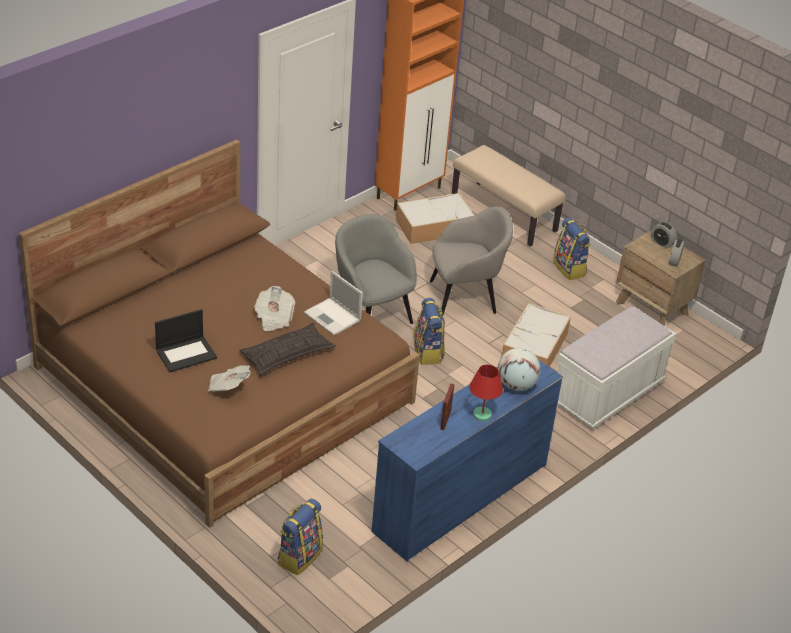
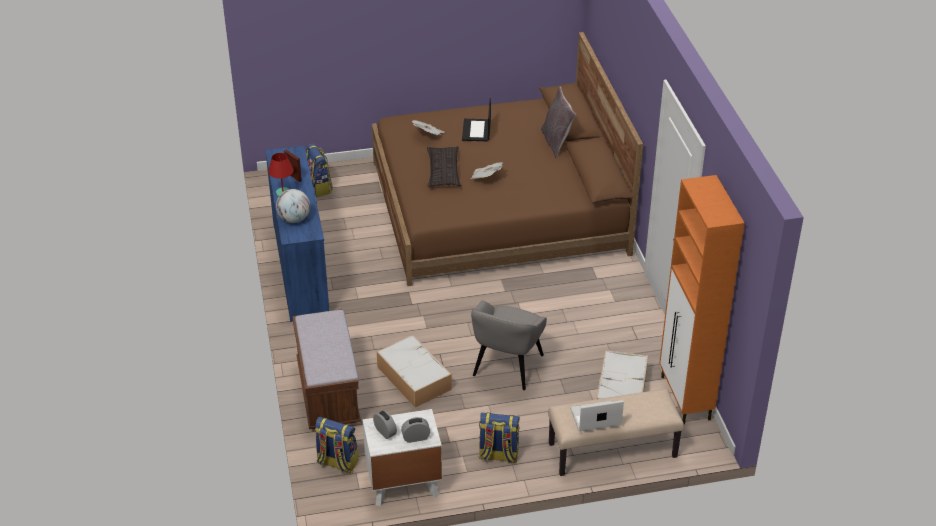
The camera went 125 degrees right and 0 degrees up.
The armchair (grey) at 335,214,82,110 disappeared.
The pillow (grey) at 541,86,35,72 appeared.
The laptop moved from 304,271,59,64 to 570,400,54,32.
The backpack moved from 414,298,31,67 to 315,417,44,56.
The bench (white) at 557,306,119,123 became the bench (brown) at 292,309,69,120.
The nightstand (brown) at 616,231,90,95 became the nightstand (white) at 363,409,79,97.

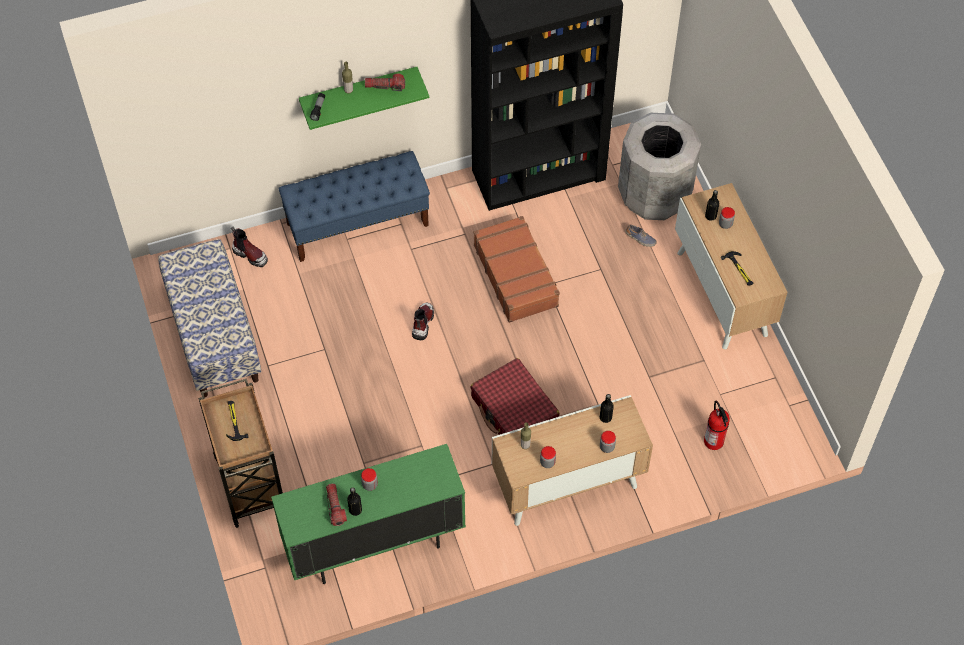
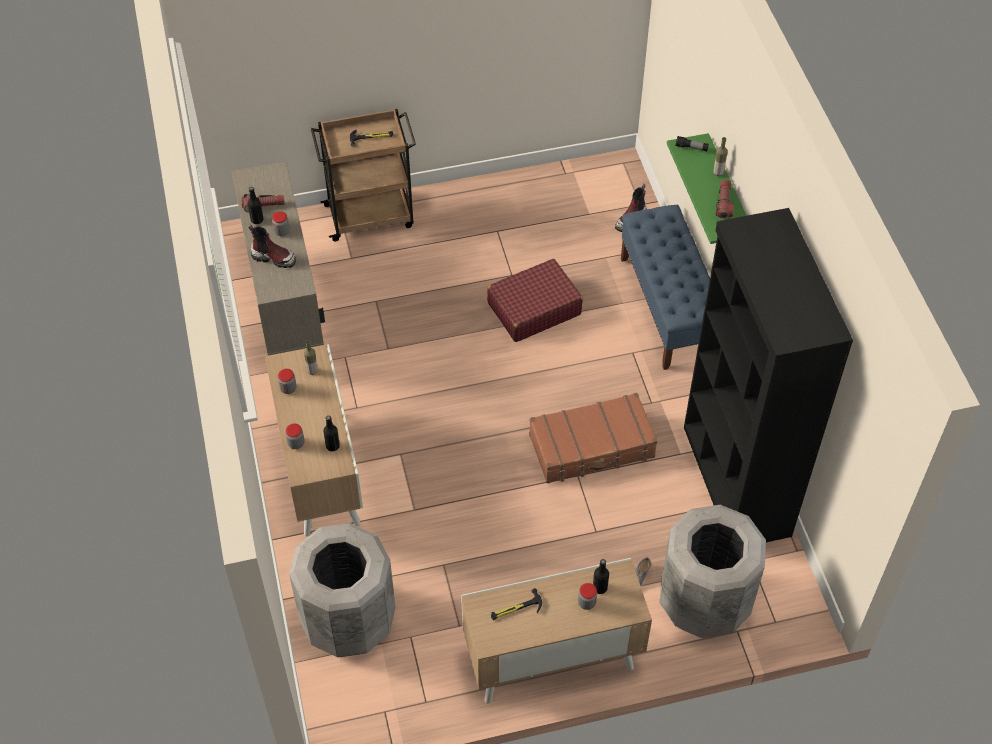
The camera went 95 degrees right and 5 degrees down.
The bench at 158,239,104,158 disappeared.
The boot moved from 412,303,22,37 to 248,225,48,43.
The suitcase (red) moved from 470,358,90,77 to 487,259,96,83.
The fire extinguisher at 704,401,26,49 was replaced by the trash can (grey) at 289,523,107,134.
The cabinet (green) at 271,444,195,140 became the cabinet (beige) at 231,161,94,195.

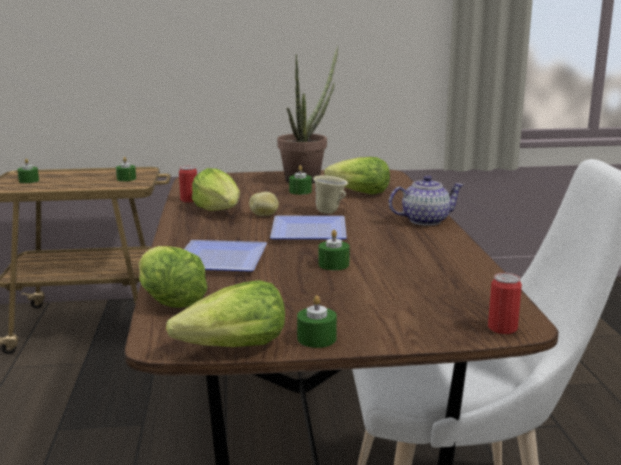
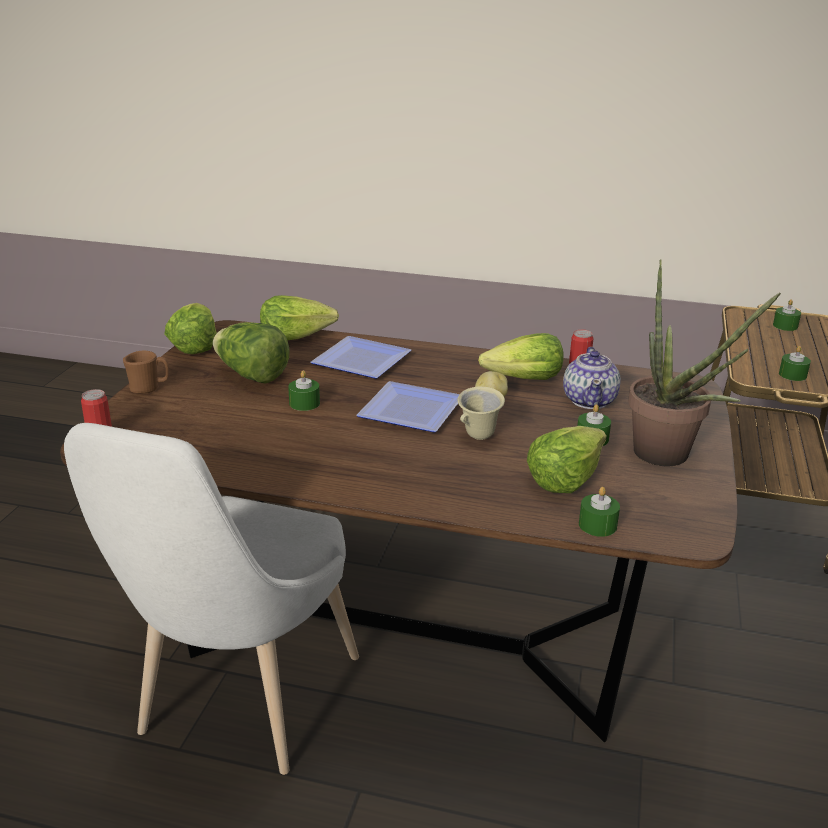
The camera went 110 degrees right and 10 degrees up.
The mug (brown) at 123,351,46,43 appeared.
The lettuce at 213,322,77,62 appeared.
The candle (green) moved from 297,295,40,53 to 579,487,41,50.
The teapot moved from 389,175,75,51 to 563,347,58,62.

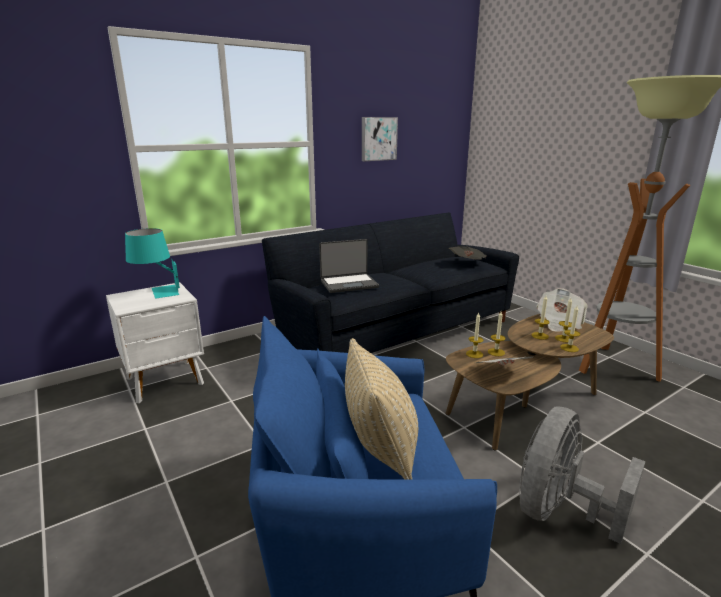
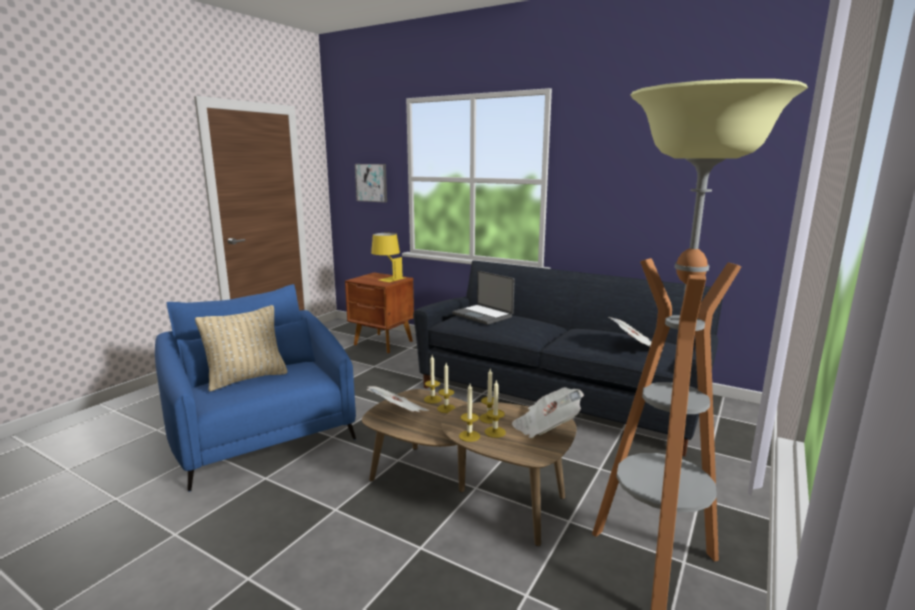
The camera went 65 degrees right and 5 degrees down.
The fan (grey) at 519,406,127,138 disappeared.
The picture moved from 362,117,36,44 to 355,164,32,39.
The nightstand (white) at 106,282,98,121 became the nightstand (brown) at 345,272,69,81.
The table lamp (turquoise) at 125,228,55,71 became the table lamp (yellow) at 371,233,34,49.

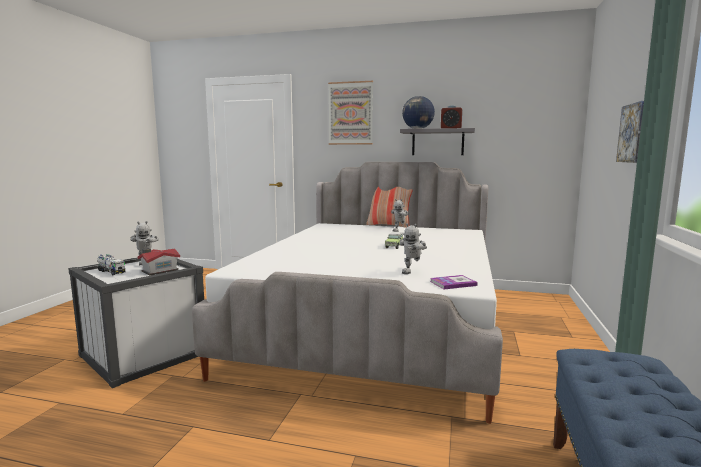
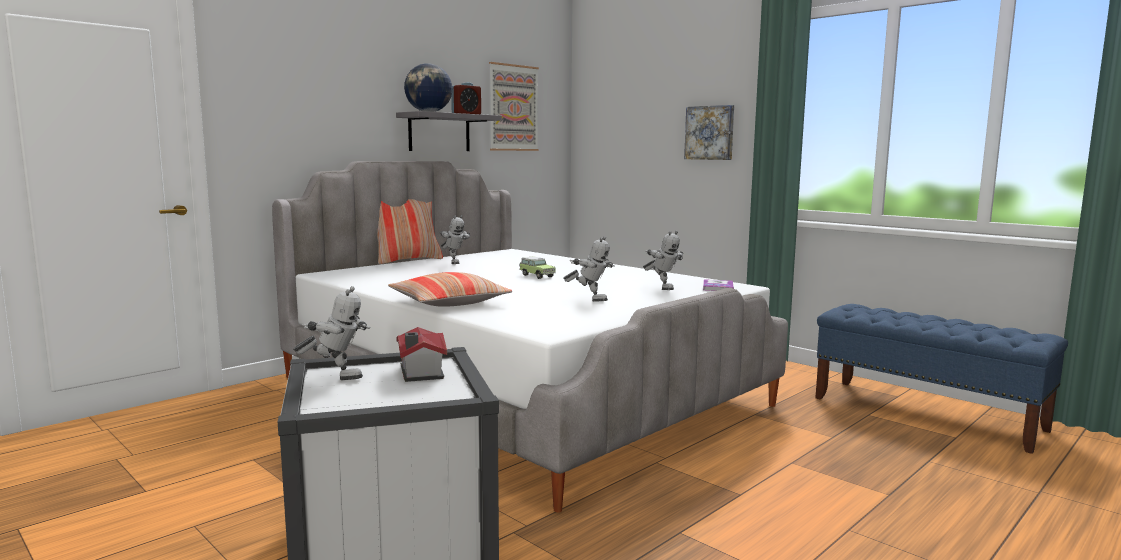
The camera went 60 degrees left and 0 degrees up.
The toy truck at 97,254,28,21 disappeared.
The pillow at 388,272,124,35 appeared.
The toy robot at 563,236,52,66 appeared.
The picture moved from 328,81,45,64 to 489,62,50,89.

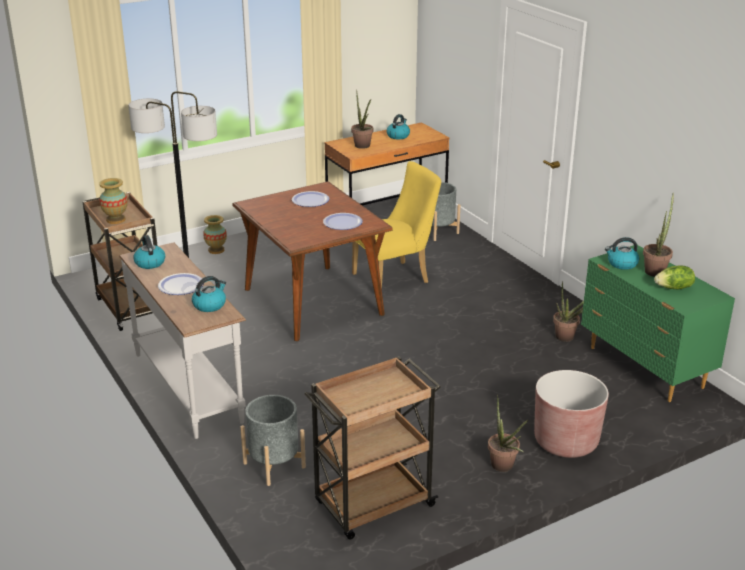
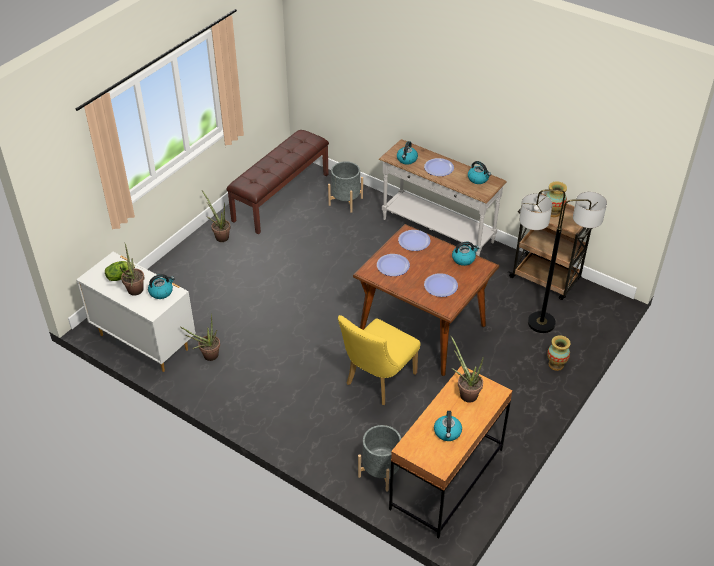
The camera went 155 degrees right and 15 degrees up.
The planter (brown) at 534,370,75,88 disappeared.
The plate at 398,230,32,21 appeared.
The kettle at 452,242,27,24 appeared.
The cart (brown) at 304,356,137,184 was replaced by the bench (brown) at 226,130,103,104.
The dresser (green) at 581,245,154,157 became the dresser (white) at 76,252,120,120.

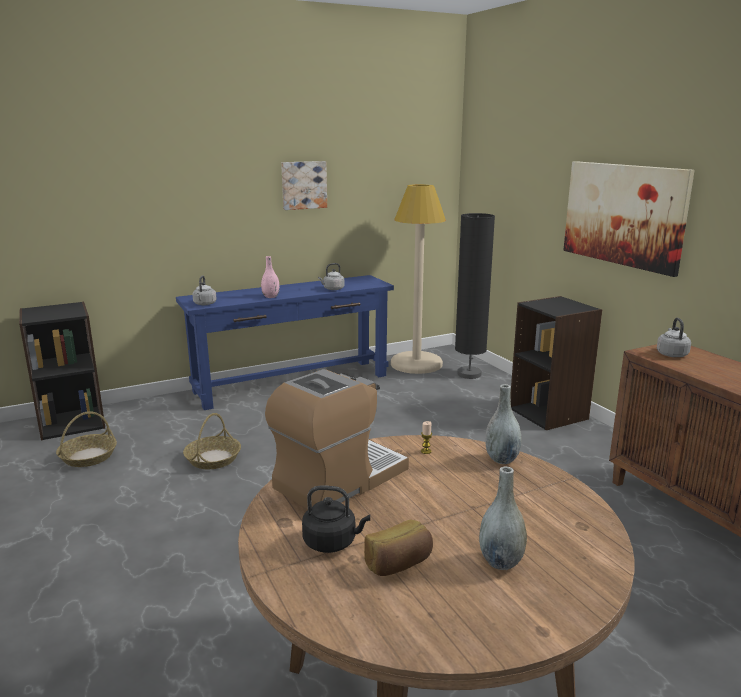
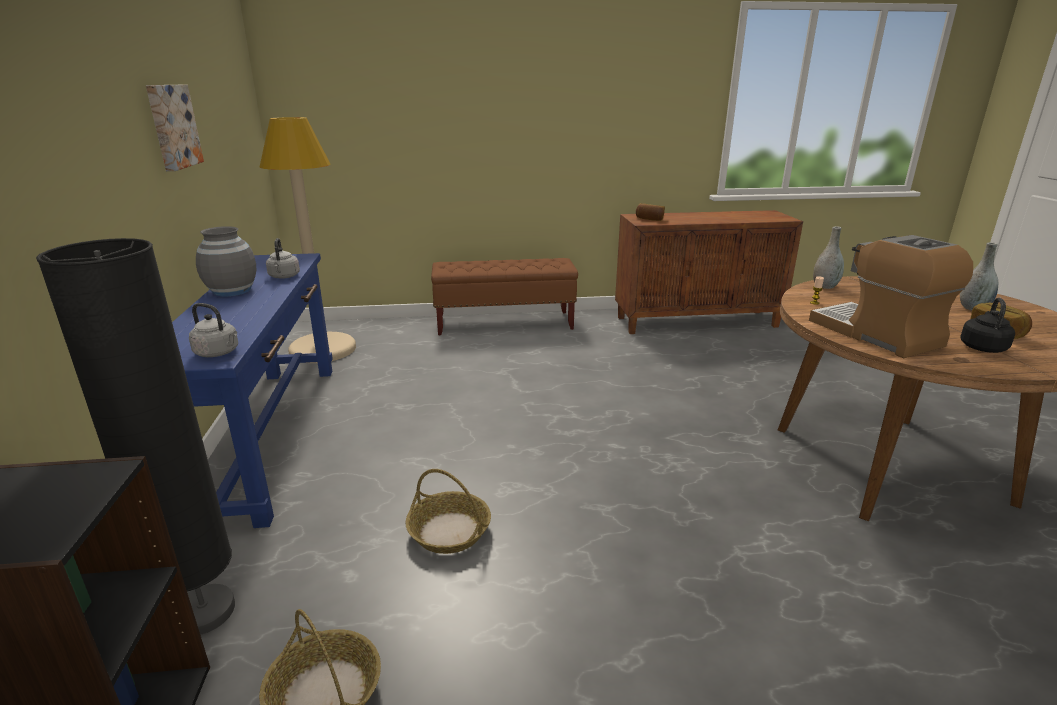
The camera went 70 degrees left and 5 degrees up.
The vase (pink) at 261,256,19,42 disappeared.
The picture at 563,161,132,116 disappeared.
The vase (grey) at 196,226,60,70 appeared.
The floor lamp (black) moved from 455,213,40,166 to 36,238,199,397.
The bookcase (black) at 510,296,92,134 was replaced by the bench (brown) at 431,258,147,78.
The kettle (grey) at 657,318,34,39 was replaced by the bread at 636,203,29,18.

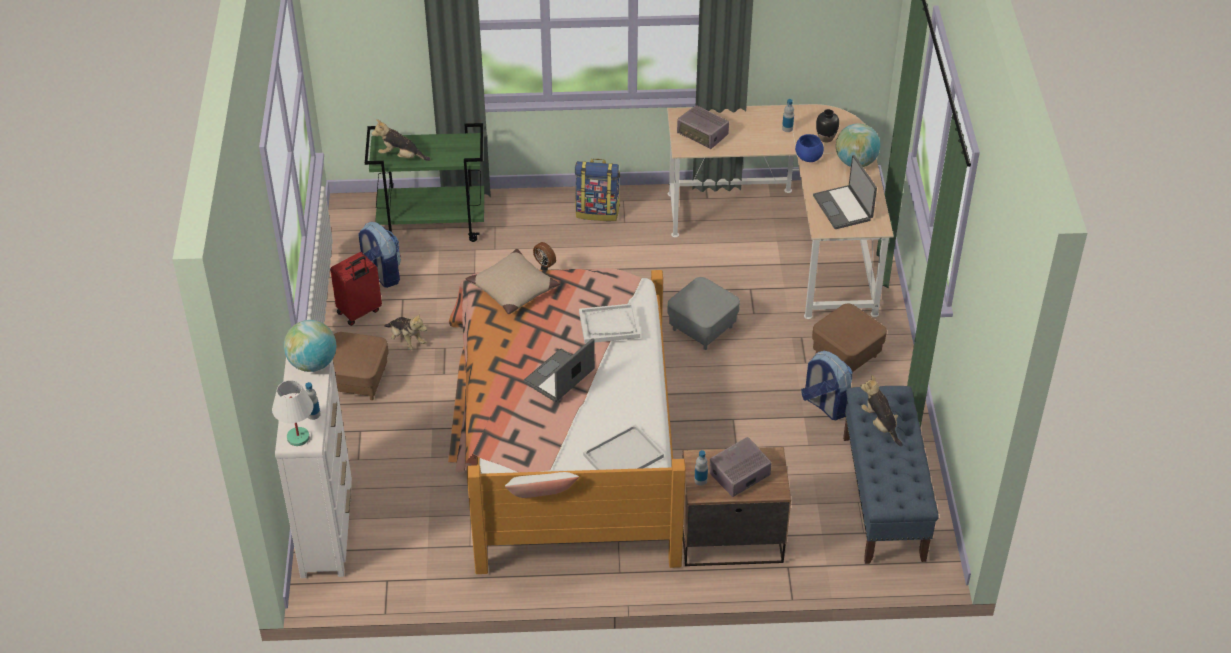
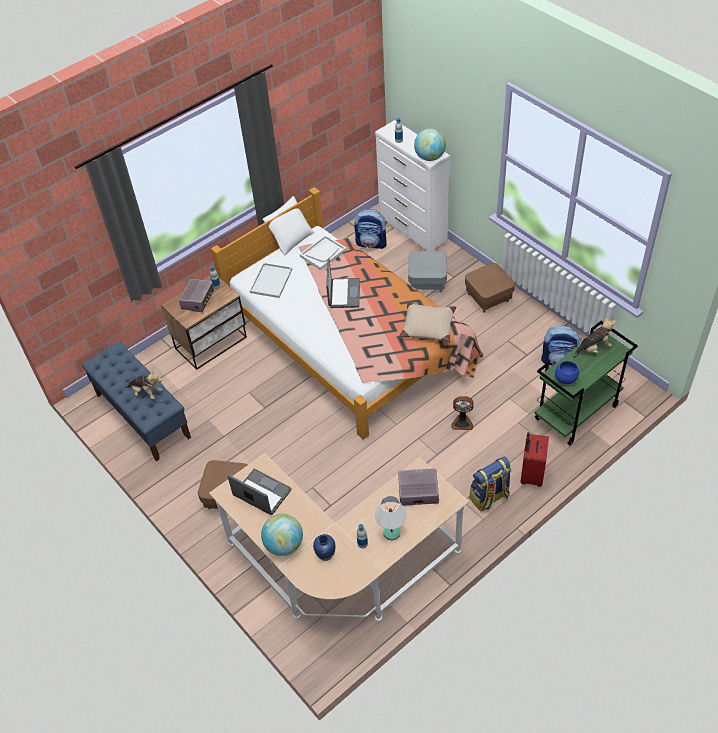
The camera went 145 degrees right and 5 degrees up.
The plush toy at 384,313,43,37 disappeared.
The table lamp (white) moved from 272,380,41,66 to 375,496,32,44.
The suitcase (red) moved from 330,252,52,74 to 520,432,29,55.
The tray (white) moved from 579,303,61,41 to 300,235,46,35.
The ottoman (grey) moved from 667,277,73,73 to 408,251,39,41.
The bowl (blue) moved from 795,134,29,28 to 555,361,24,23.
The backpack moved from 801,351,52,69 to 354,209,33,40.
The vase (black) at 816,109,23,33 became the vase (blue) at 313,534,23,27.

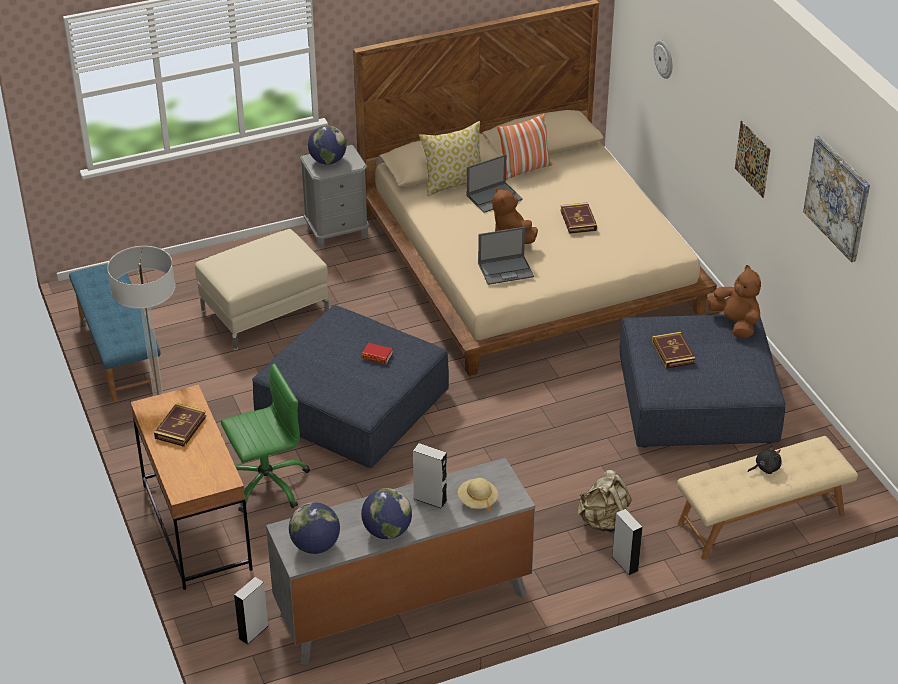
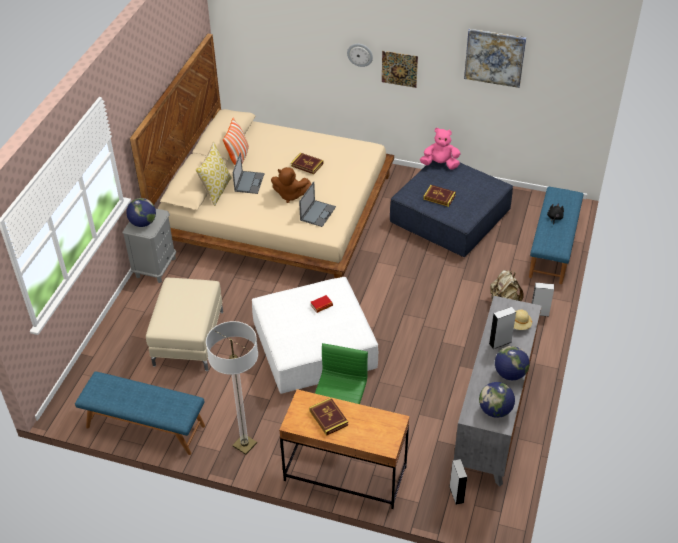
The camera went 50 degrees left and 5 degrees up.
The wall clock moved from 653,40,19,39 to 347,44,26,23.
The ottoman (blue) at 252,305,197,163 became the ottoman (white) at 252,277,126,117.
The bench (beige) at 677,436,181,123 became the bench (blue) at 529,187,55,97.
The plush toy (brown) at 707,265,54,73 became the plush toy (pink) at 420,128,40,42.

